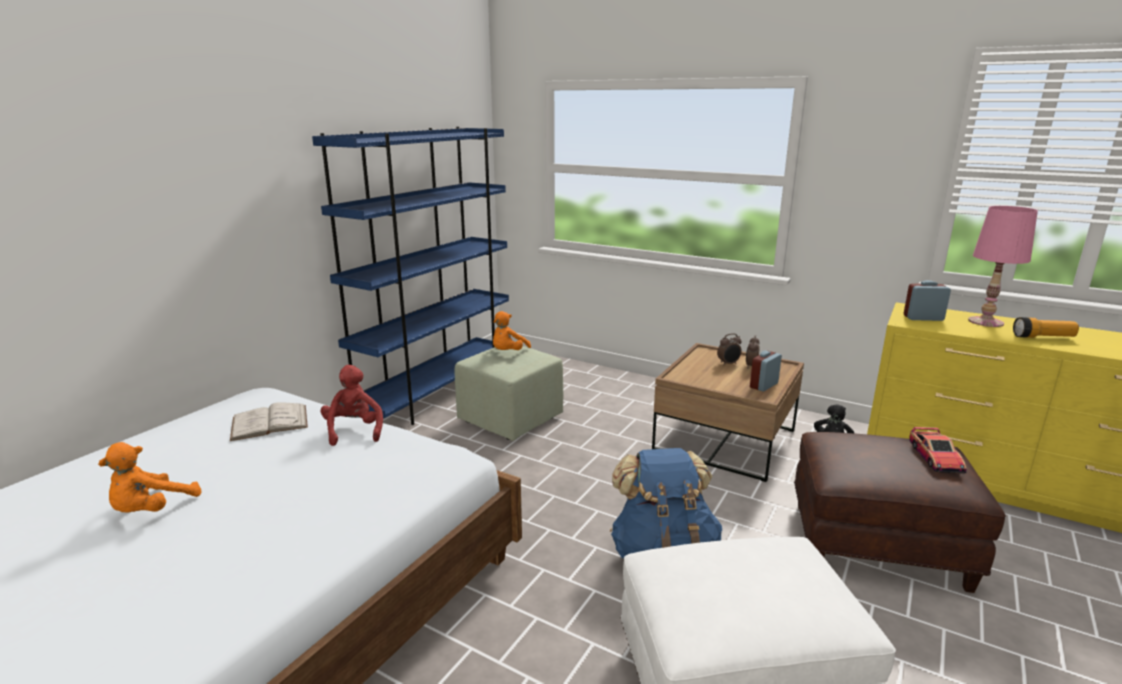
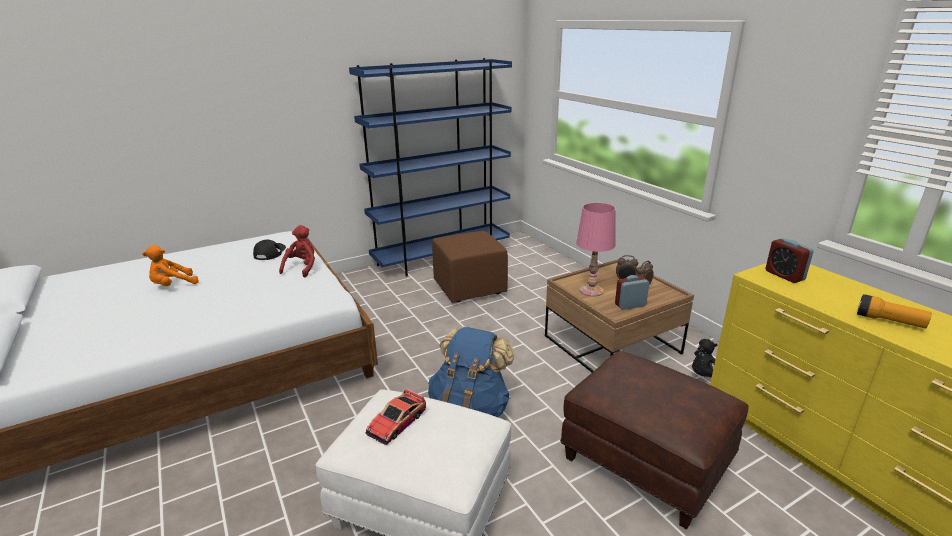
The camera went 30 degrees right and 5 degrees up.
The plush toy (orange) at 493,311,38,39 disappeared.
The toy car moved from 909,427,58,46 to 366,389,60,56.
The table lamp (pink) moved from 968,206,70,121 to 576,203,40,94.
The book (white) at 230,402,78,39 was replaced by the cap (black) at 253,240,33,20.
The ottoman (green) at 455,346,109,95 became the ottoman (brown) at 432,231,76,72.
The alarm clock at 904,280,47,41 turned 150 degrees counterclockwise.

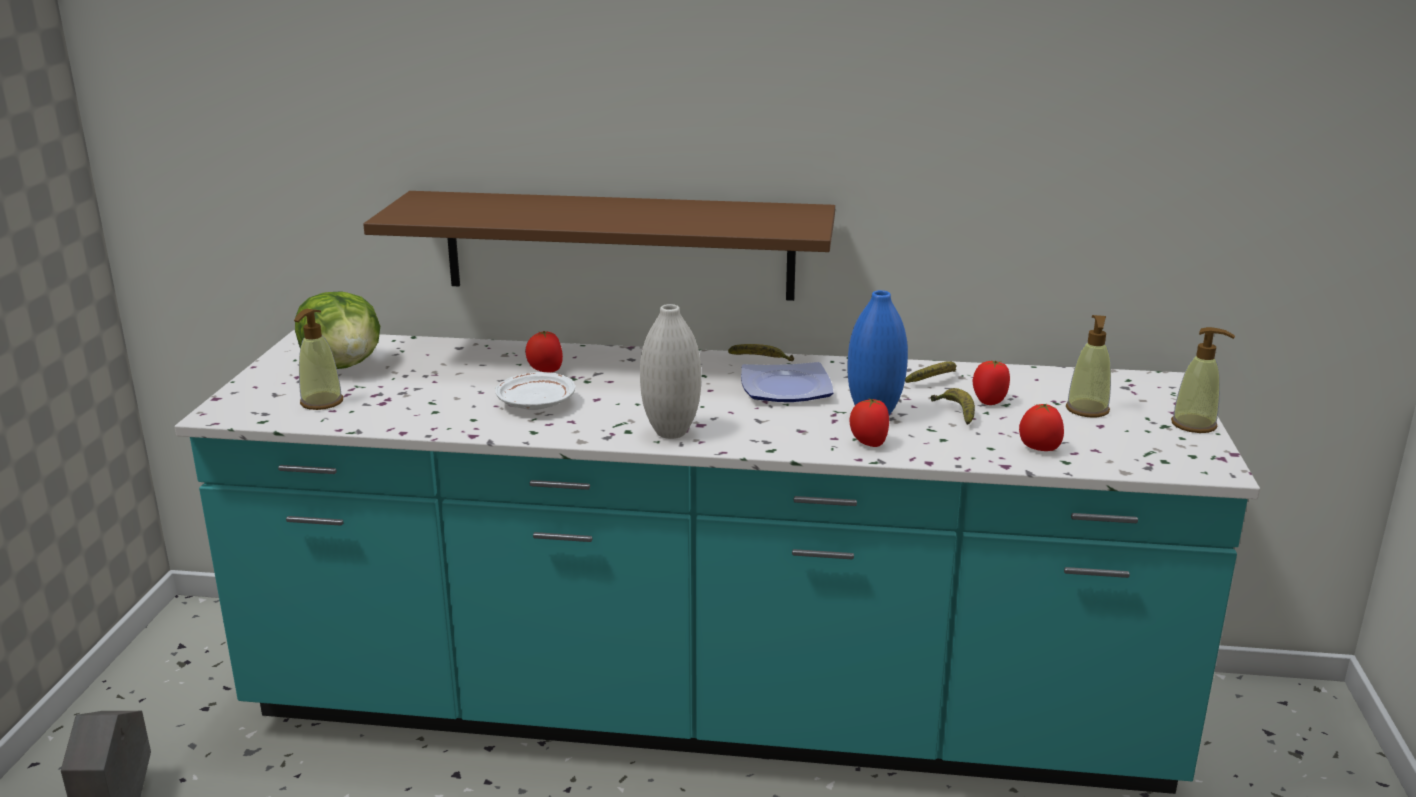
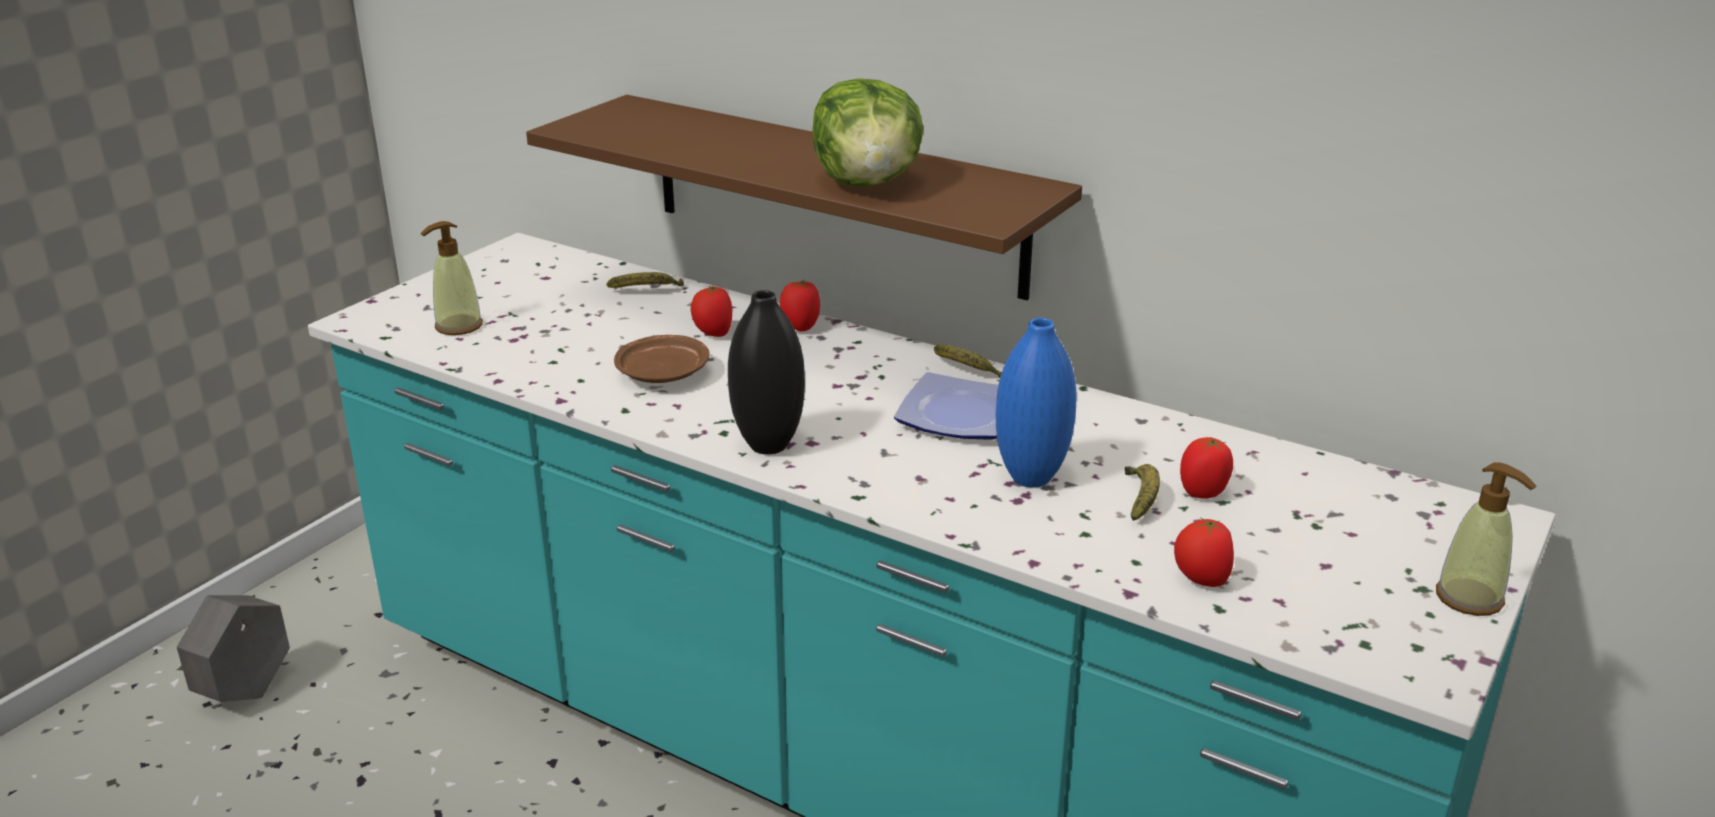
The camera went 25 degrees right and 5 degrees up.
The soap dispenser at 1066,315,45,102 disappeared.
The lettuce moved from 295,291,85,78 to 812,78,112,109.
The tomato moved from 849,398,40,49 to 780,280,40,51.
The banana moved from 905,361,52,22 to 607,272,77,16.
The plate (white) at 495,372,80,38 became the plate (brown) at 614,335,95,48.
The vase (white) at 640,304,61,135 became the vase (black) at 728,290,77,165.

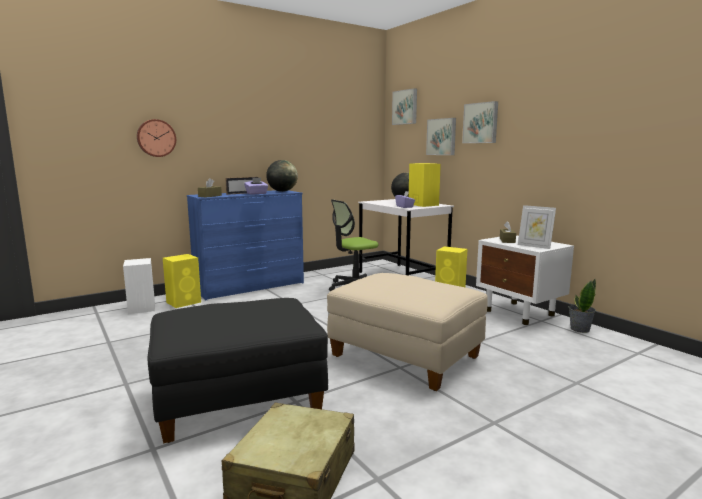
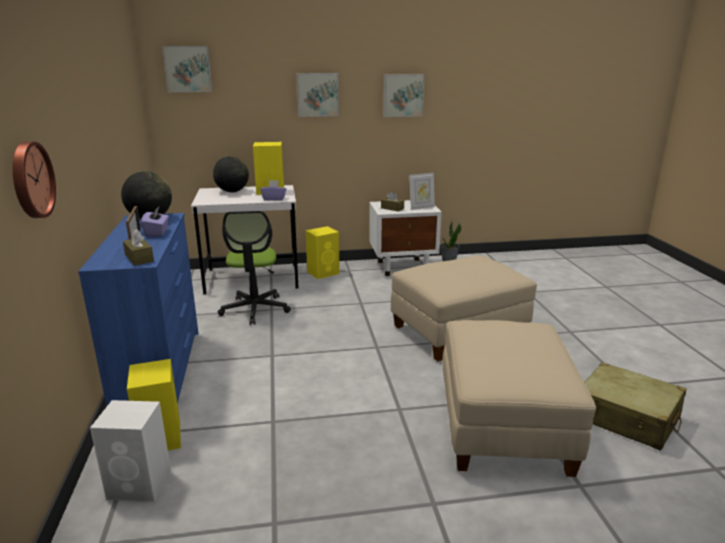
The camera went 65 degrees left and 10 degrees up.
The picture moved from 426,118,30,37 to 383,74,42,43.
The ottoman (black) at 148,298,180,145 became the ottoman (beige) at 442,320,154,157.

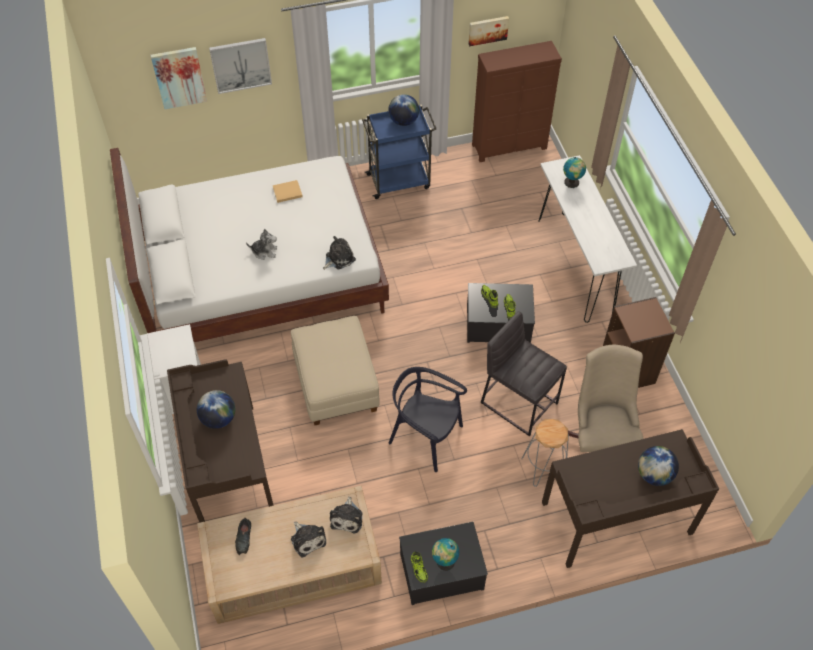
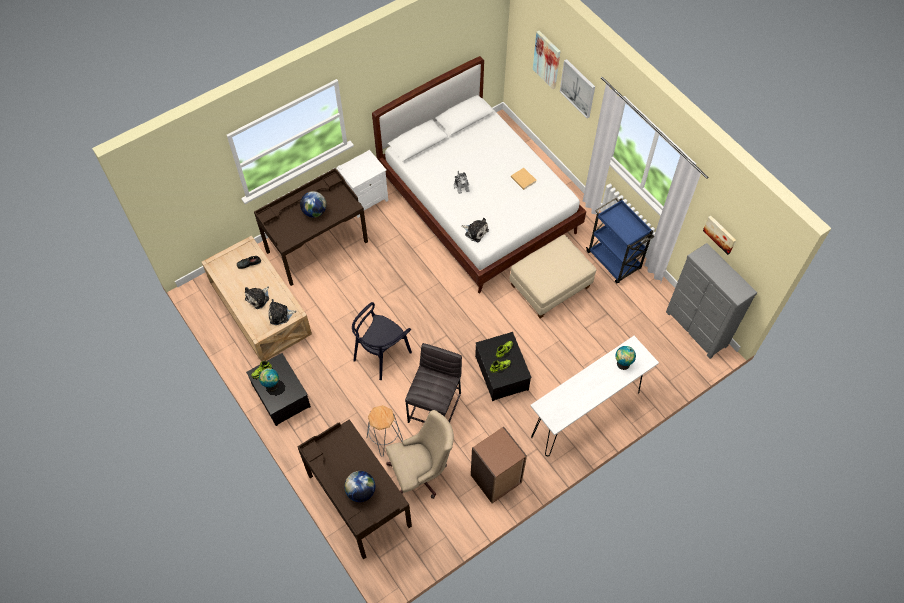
The camera went 70 degrees right and 5 degrees up.
The globe at 388,94,31,32 disappeared.
The ottoman (beige) moved from 291,316,89,109 to 509,235,87,84.
The dresser (brown) at 472,41,90,121 became the dresser (grey) at 666,243,91,116.
The chair (black) at 389,367,78,105 turned 150 degrees counterclockwise.

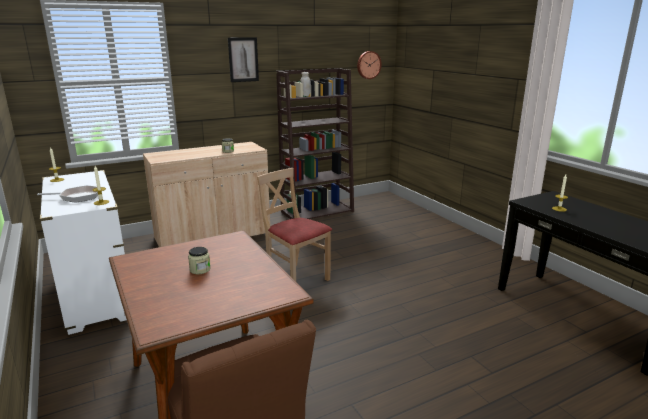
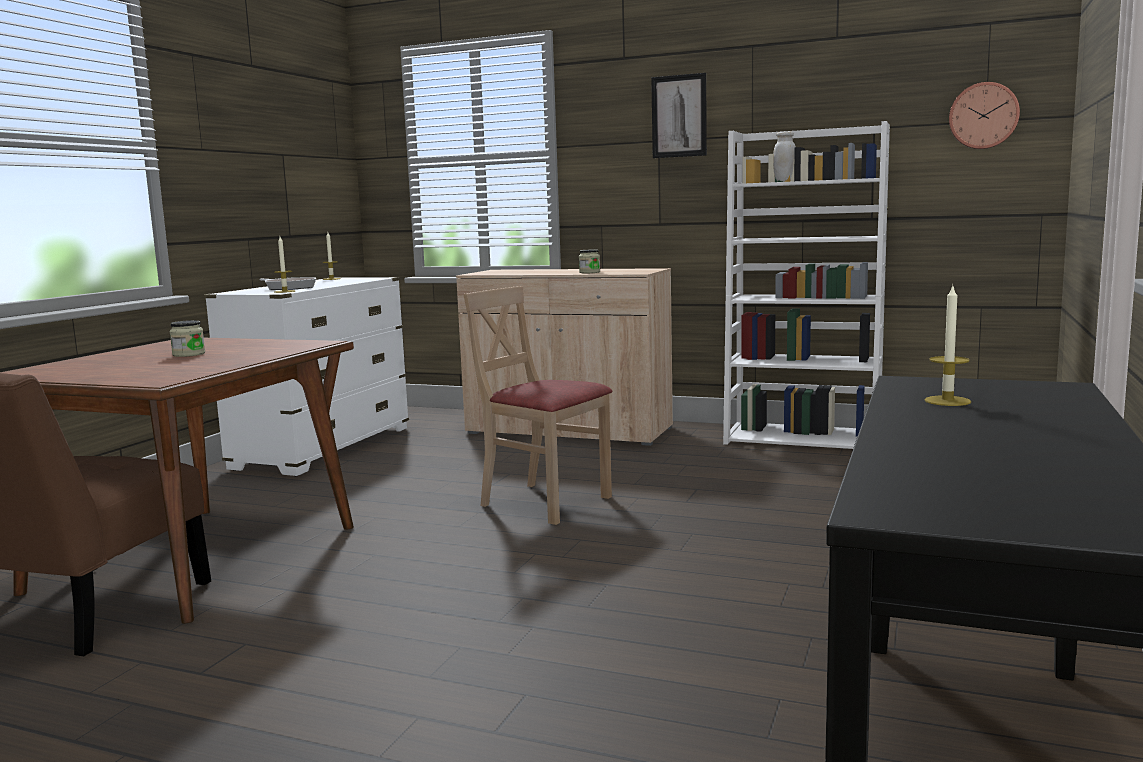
The camera went 50 degrees right and 10 degrees down.
The bookcase (brown) at 276,68,78,151 became the bookcase (white) at 723,121,167,328.
The chair (beige) at 257,168,75,113 turned 60 degrees counterclockwise.

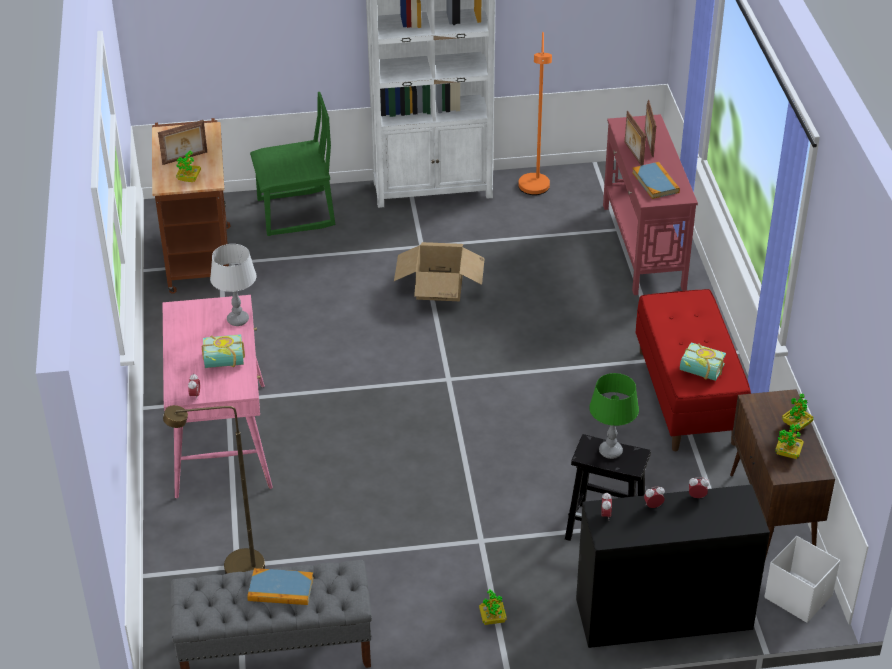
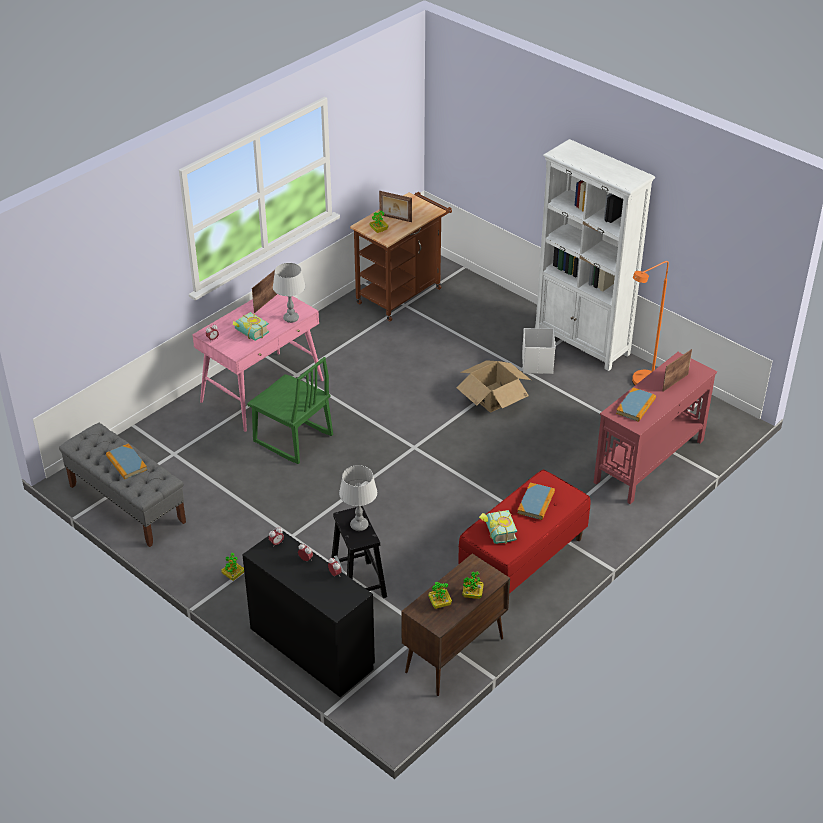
The camera went 50 degrees right and 0 degrees up.
The floor lamp (brown) at 163,405,102,169 disappeared.
The book at 517,483,38,37 appeared.
The chair (green) moved from 250,92,85,144 to 247,357,86,107.
The picture frame moved from 625,111,21,54 to 252,270,25,43.
The storage box (white) moved from 765,536,75,87 to 522,328,34,46.
The table lamp (green) at 589,373,50,86 became the table lamp (grey) at 339,465,38,66.

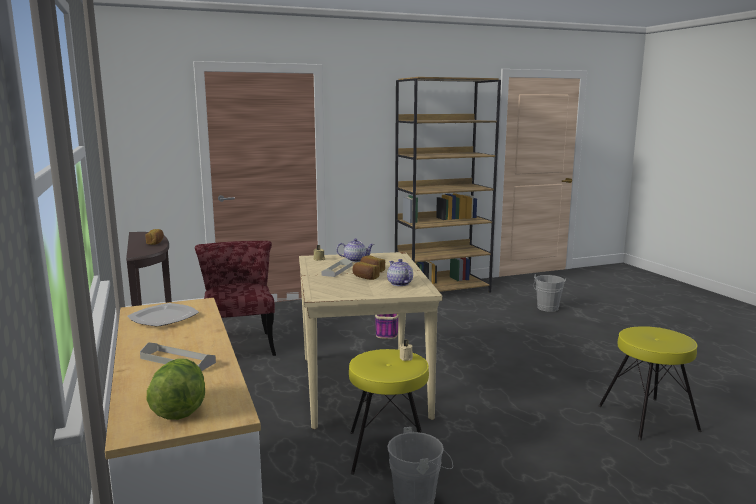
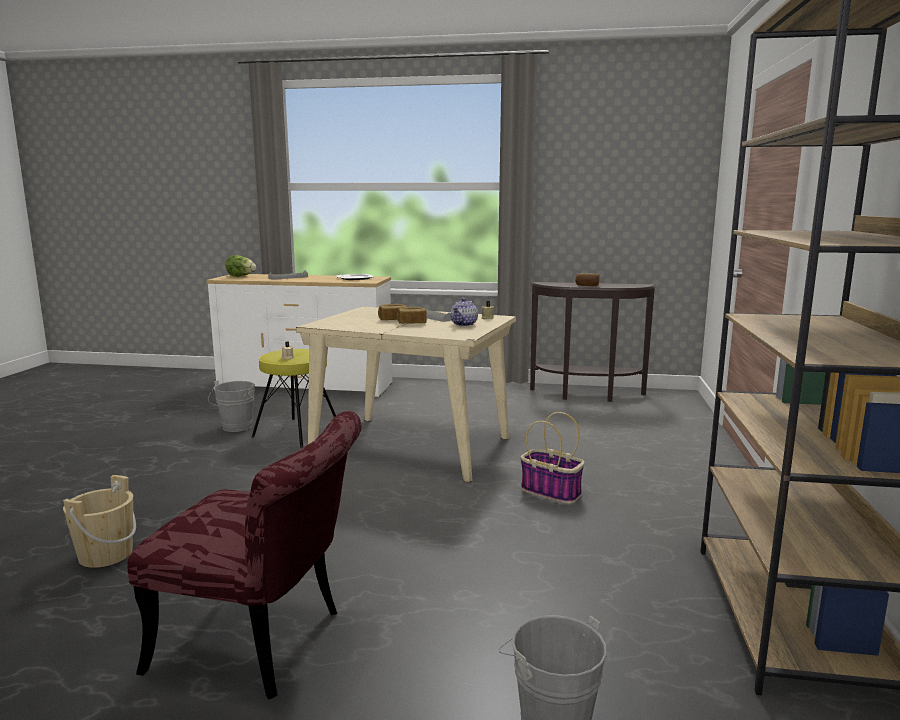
The camera went 120 degrees right and 0 degrees up.
The teapot at 387,259,26,27 disappeared.
The chair (red) moved from 195,241,81,115 to 127,411,235,288.
The stool (yellow) at 598,326,104,114 was replaced by the bucket (beige) at 63,475,73,93.

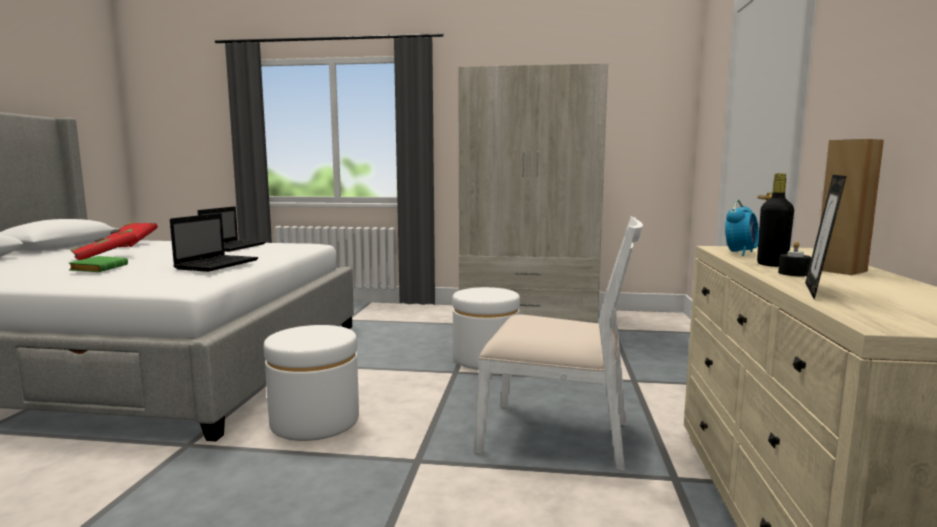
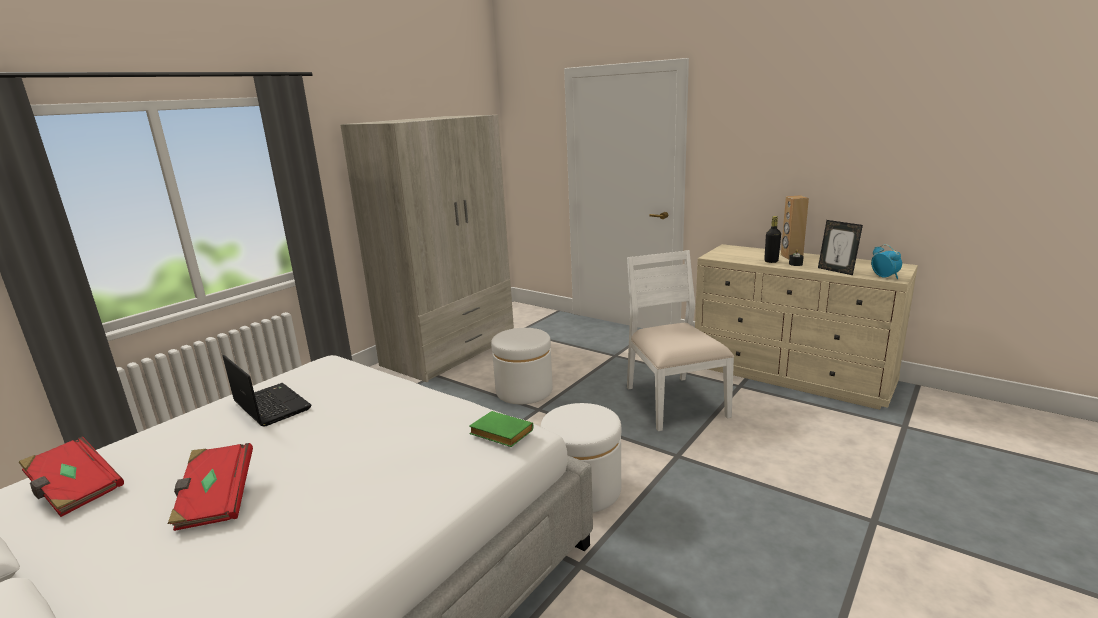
The camera went 60 degrees left and 10 degrees up.
The laptop at 170,213,88,59 disappeared.
The book (green) moved from 69,256,59,16 to 469,411,64,36.
The alarm clock moved from 725,200,34,56 to 871,244,31,35.
The chair (white) at 475,216,168,255 turned 60 degrees counterclockwise.

